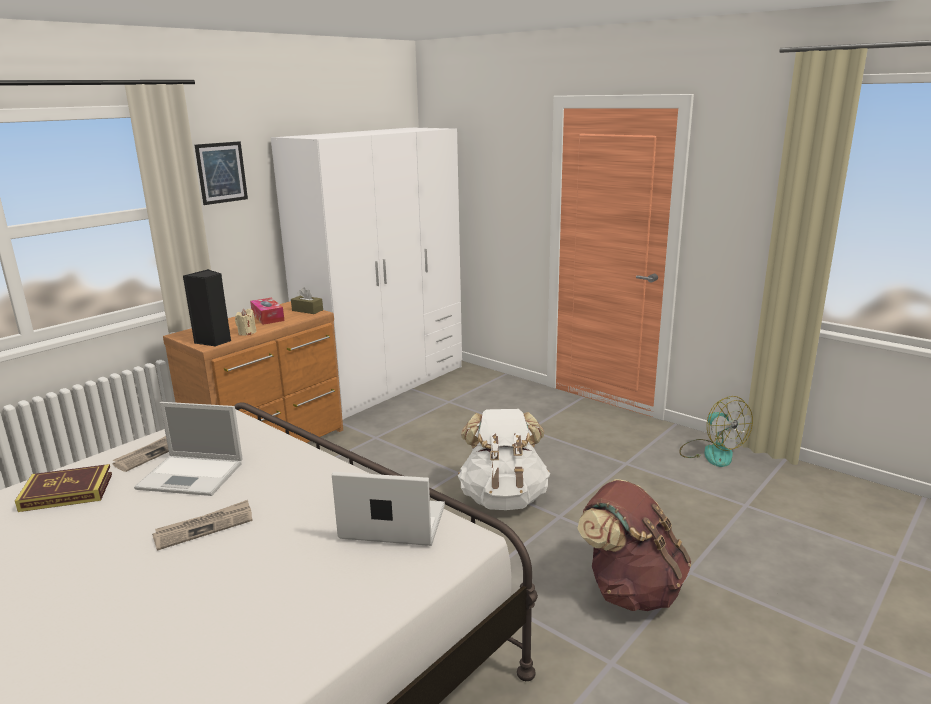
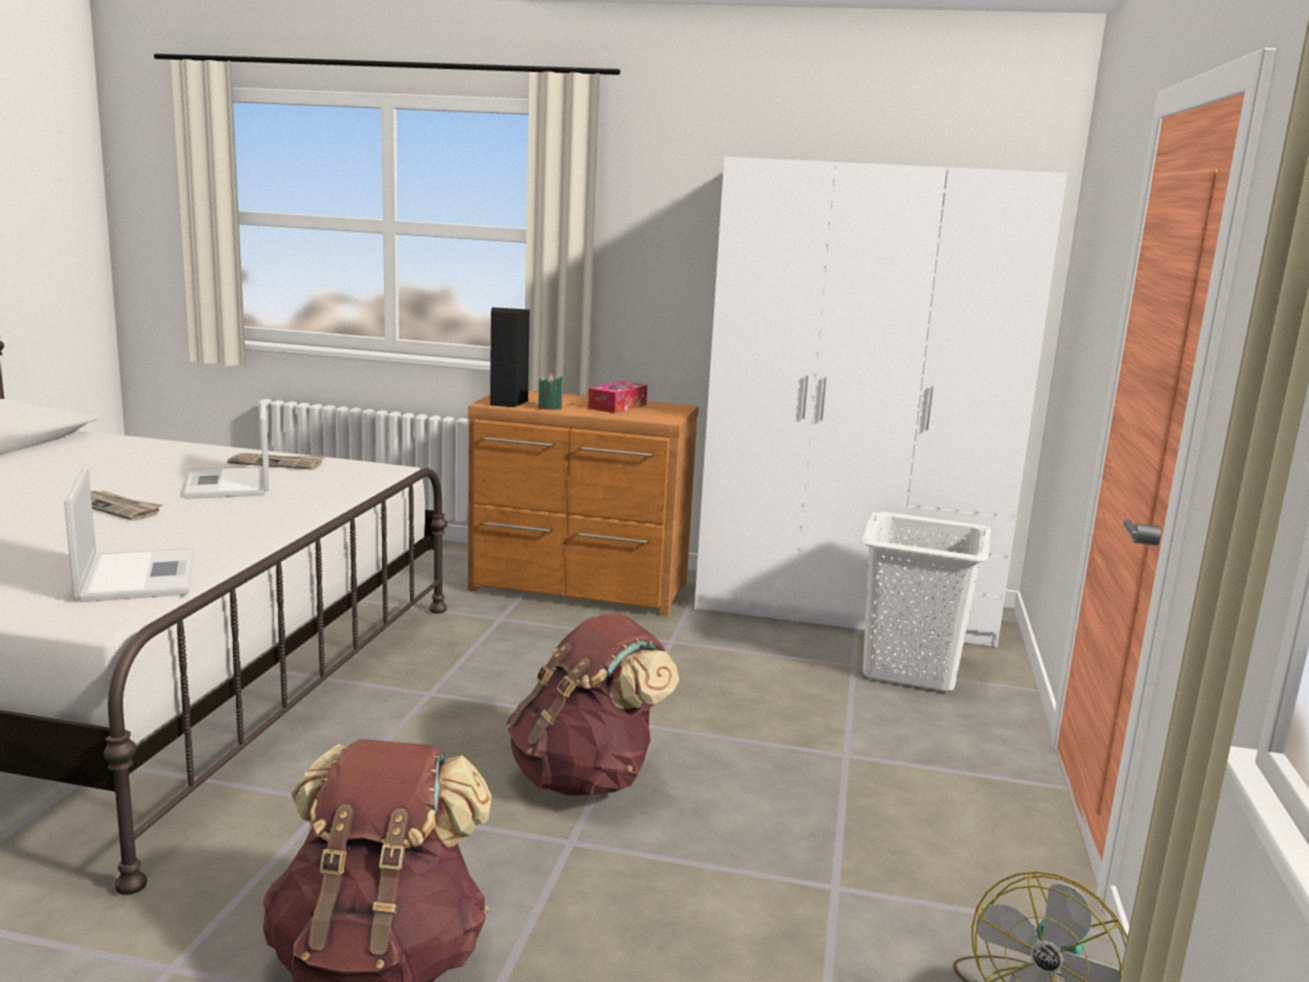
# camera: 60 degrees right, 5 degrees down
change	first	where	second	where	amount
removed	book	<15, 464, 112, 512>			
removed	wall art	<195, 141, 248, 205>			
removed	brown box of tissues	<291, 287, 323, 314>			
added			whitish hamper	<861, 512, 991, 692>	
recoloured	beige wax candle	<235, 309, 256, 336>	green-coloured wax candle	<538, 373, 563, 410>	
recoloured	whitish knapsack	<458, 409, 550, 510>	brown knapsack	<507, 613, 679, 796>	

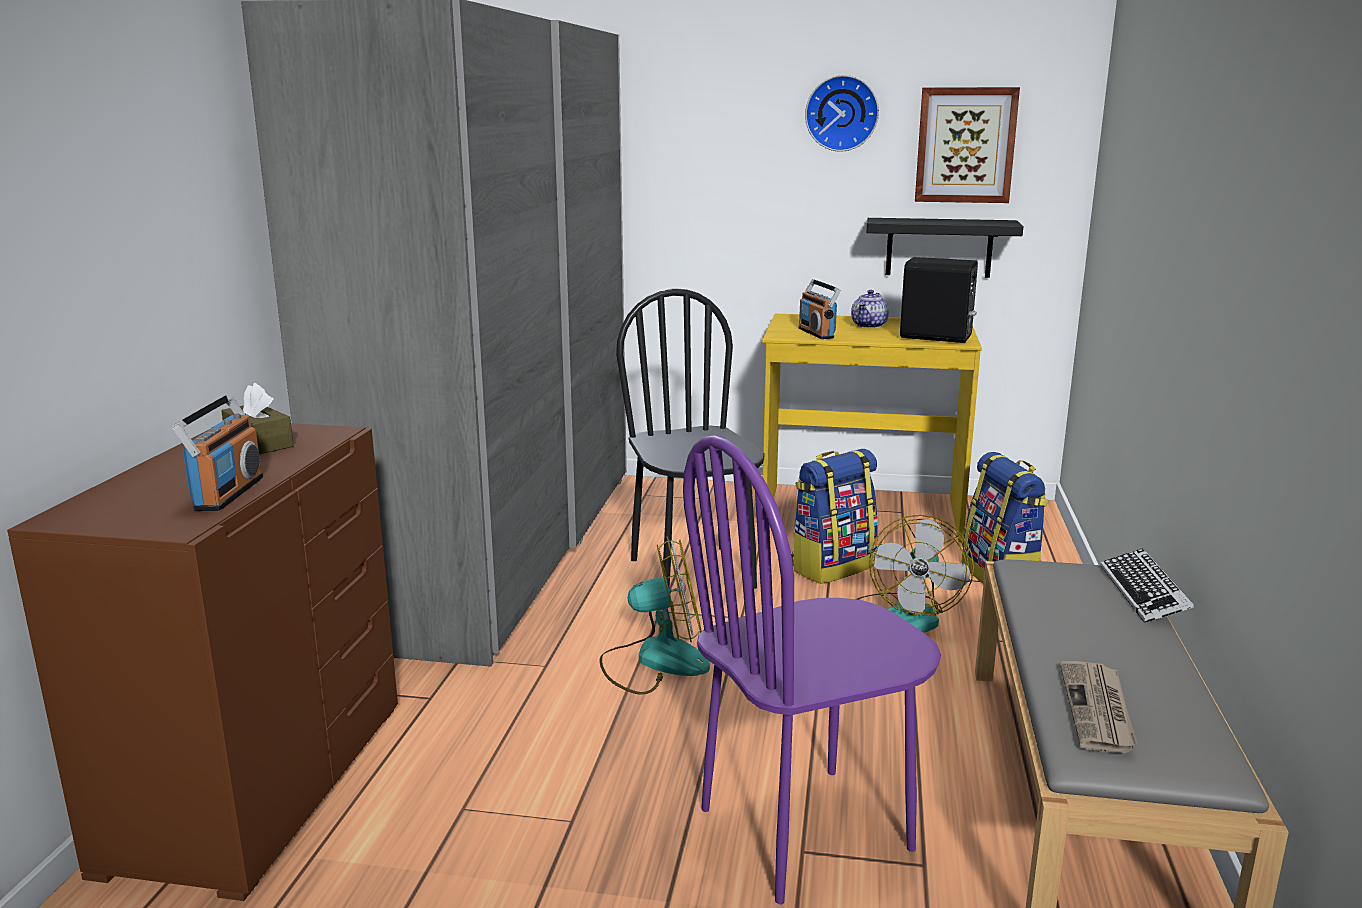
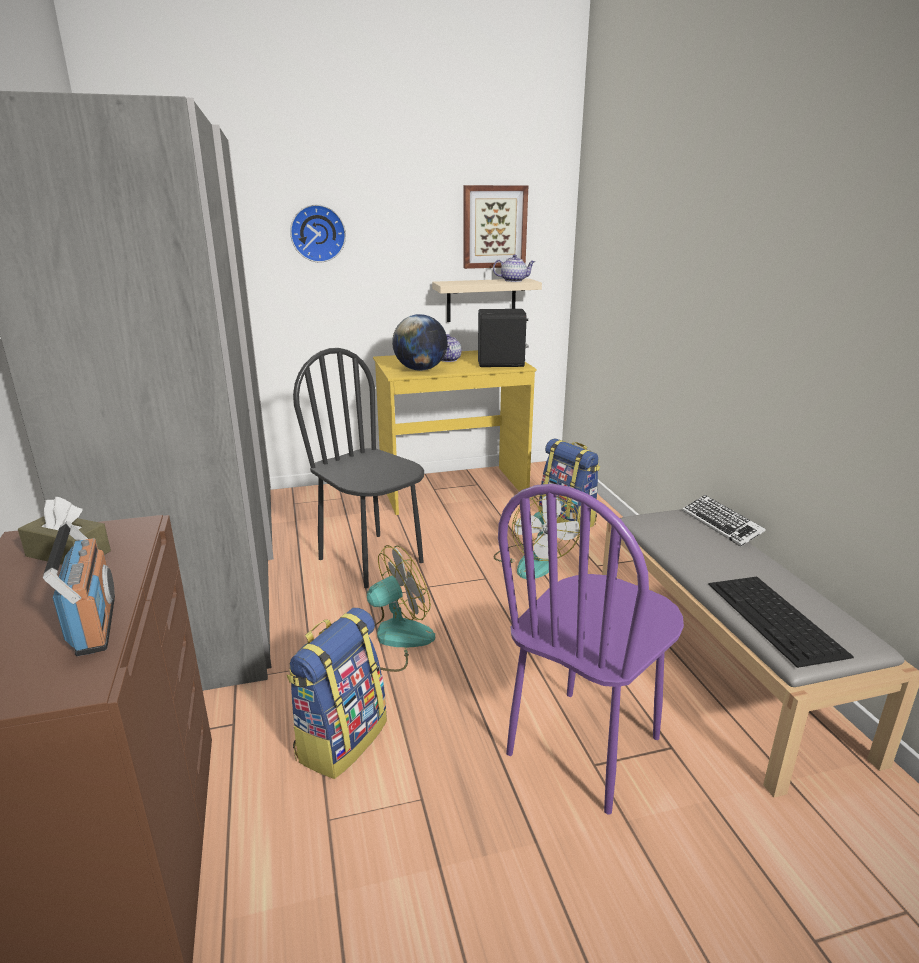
# camera: 25 degrees left, 5 degrees up
change	first	where	second	where	amount
added			teapot	<493, 254, 536, 282>	
moved	knapsack	<791, 449, 878, 584>		<287, 608, 387, 779>	
moved	wall clock	<805, 75, 879, 152>		<290, 204, 346, 263>	
replaced	radio	<799, 279, 841, 339>	globe	<392, 314, 448, 371>	
replaced	daily paper	<1060, 661, 1138, 753>	PC keyboard	<708, 577, 854, 668>	
recoloured	black wall shelf	<866, 218, 1023, 278>	beige wall shelf	<432, 278, 542, 322>	

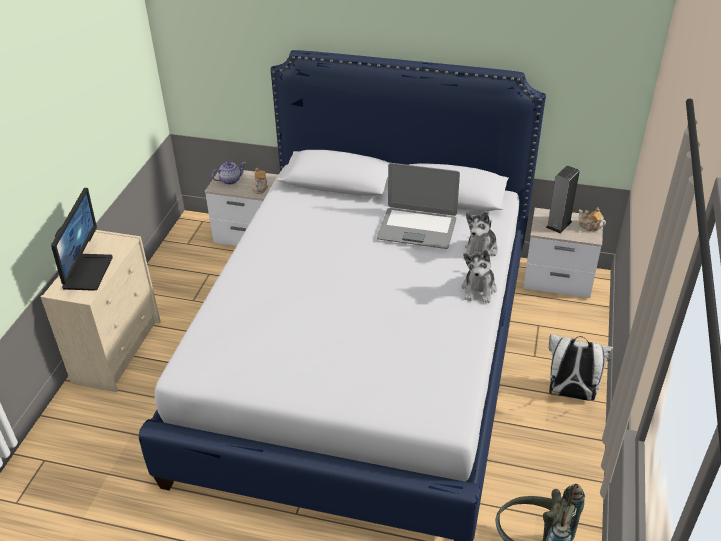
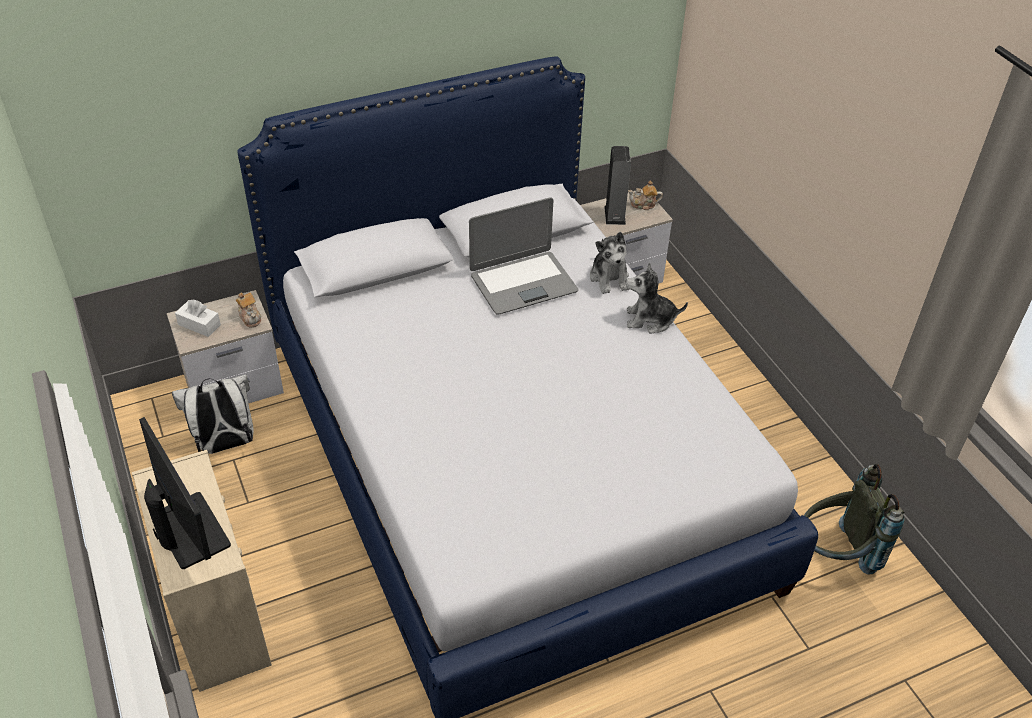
# camera: 40 degrees left, 5 degrees up
change	first	where	second	where	amount
moved	whitish knapsack	<549, 334, 613, 400>		<172, 374, 254, 454>	
replaced	teapot	<212, 162, 246, 185>	whitish box of tissues	<175, 299, 221, 337>	
turned	soft toy	<462, 250, 497, 303>		<626, 263, 688, 334>	120 degrees clockwise

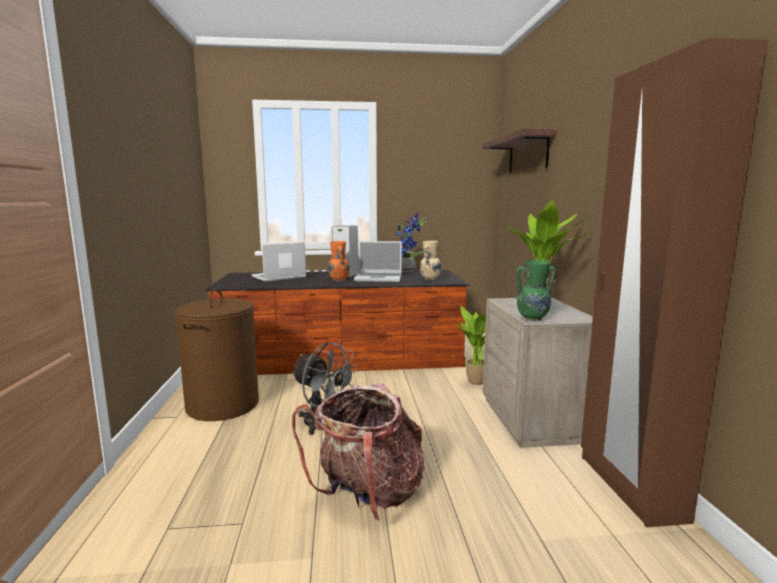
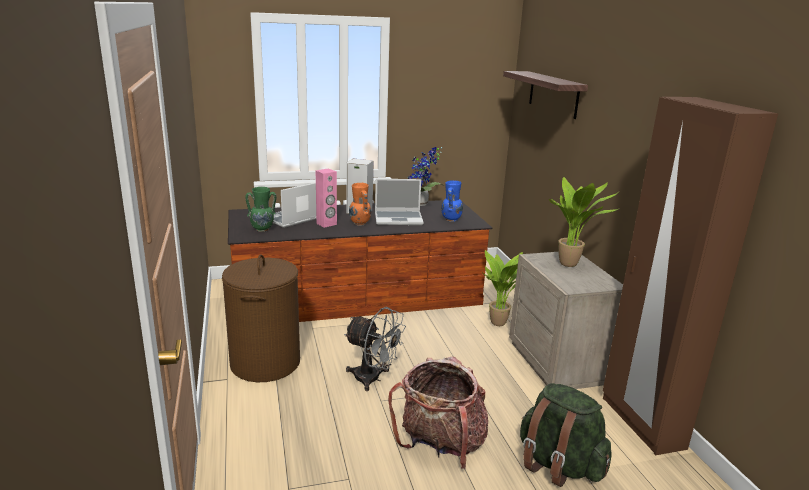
# camera: 10 degrees left, 10 degrees up
change	first	where	second	where	amount
added			pink-coloured speaker	<316, 169, 337, 228>	
added			green-coloured knapsack	<520, 383, 612, 487>	
moved	green-coloured decorative vase	<515, 260, 556, 321>		<245, 187, 276, 232>	
recoloured	beige decorative vase	<420, 241, 441, 280>	blue-coloured decorative vase	<441, 180, 463, 222>	

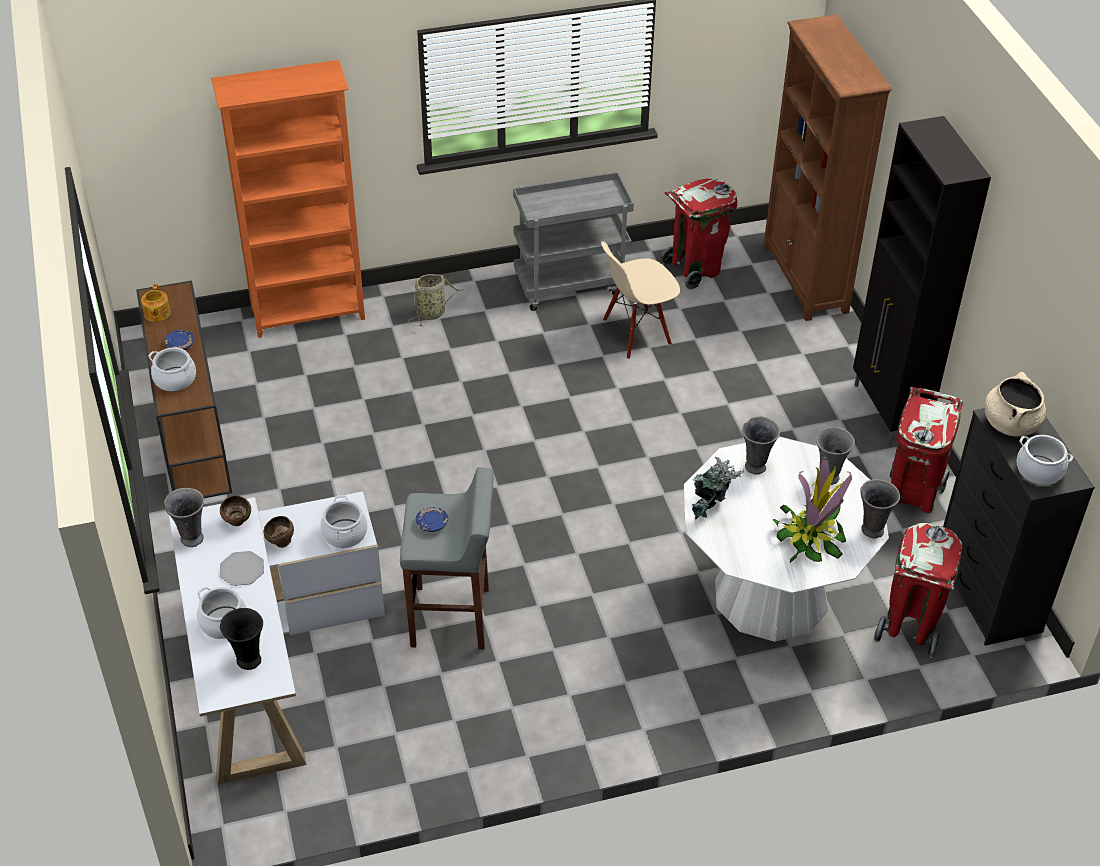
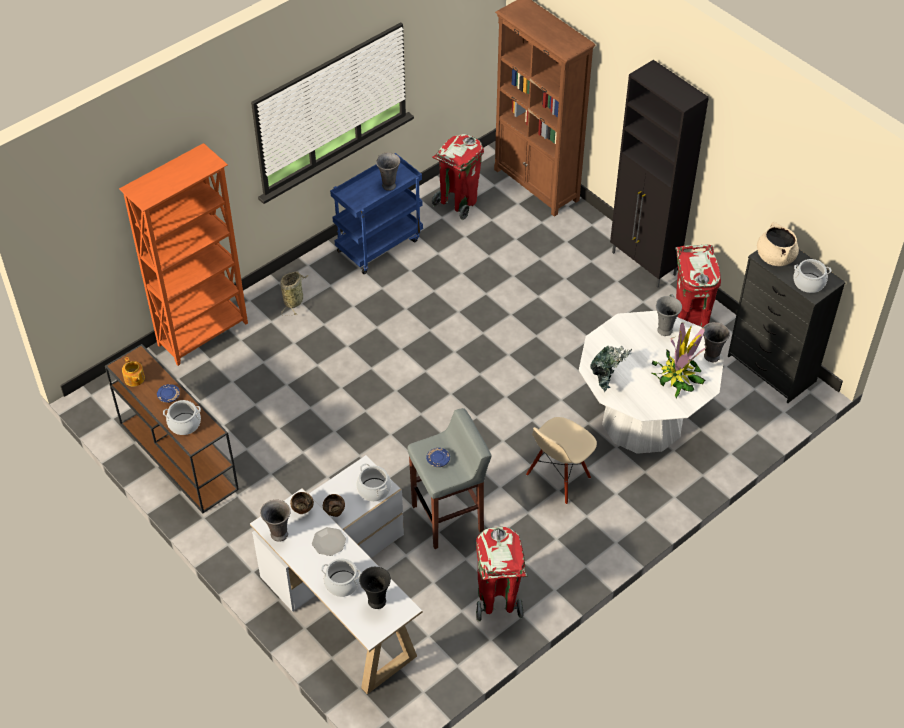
# camera: 25 degrees left, 5 degrees up
change	first	where	second	where	amount
moved	beige upright chair	<601, 241, 680, 359>		<526, 417, 597, 504>	
moved	greyish decorative vase	<742, 416, 780, 475>		<376, 152, 400, 191>	
moved	reddish rubbish bin	<874, 523, 962, 658>		<476, 527, 528, 622>	
recoloured	greyish wheeled cart	<513, 172, 634, 311>	blue-coloured wheeled cart	<330, 153, 423, 274>	

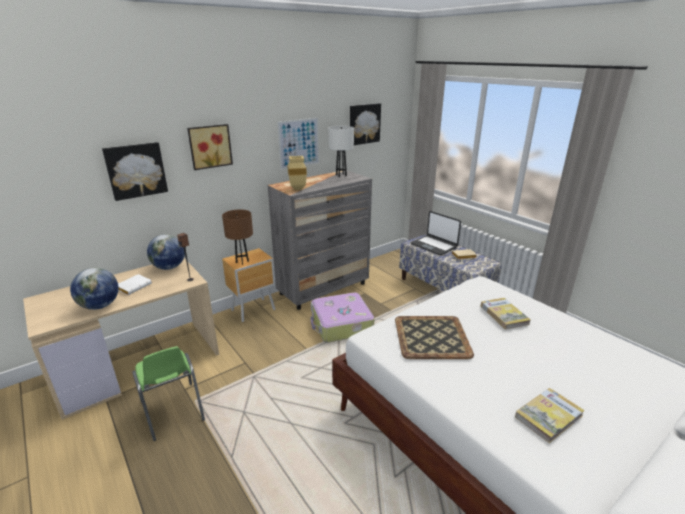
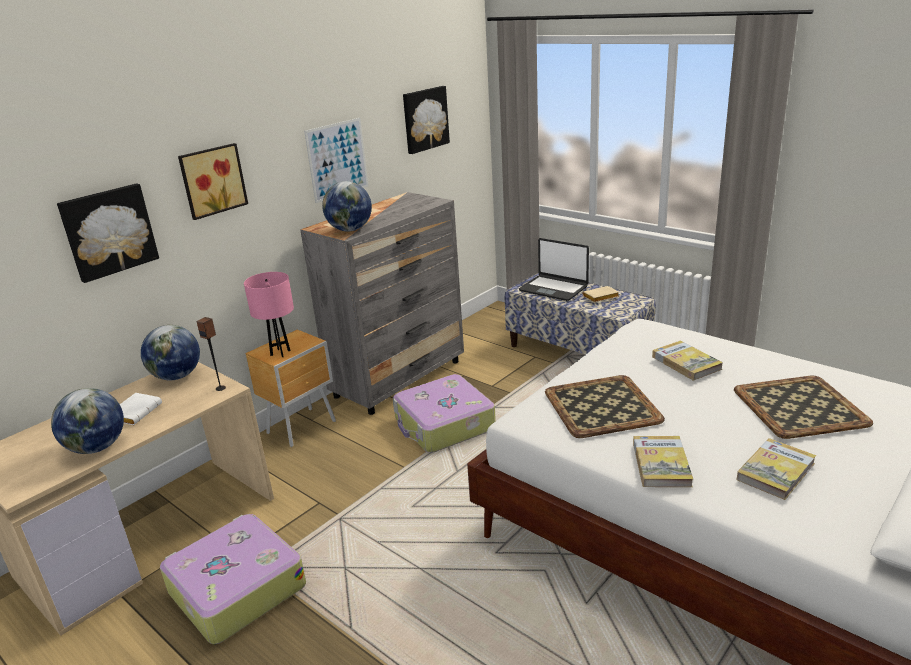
# camera: 10 degrees left, 0 degrees up
change	first	where	second	where	amount
removed	whitish lamp for a table	<328, 126, 354, 177>			
added			book	<633, 436, 693, 487>	
added			serving tray	<734, 376, 873, 439>	
replaced	green-coloured upright chair	<132, 346, 205, 441>	suitcase	<160, 514, 306, 644>	
replaced	beige decorative vase	<287, 156, 307, 190>	globe	<322, 181, 372, 231>	
recoloured	brown lamp for a table	<222, 209, 253, 265>	pink-coloured lamp for a table	<244, 272, 294, 357>	

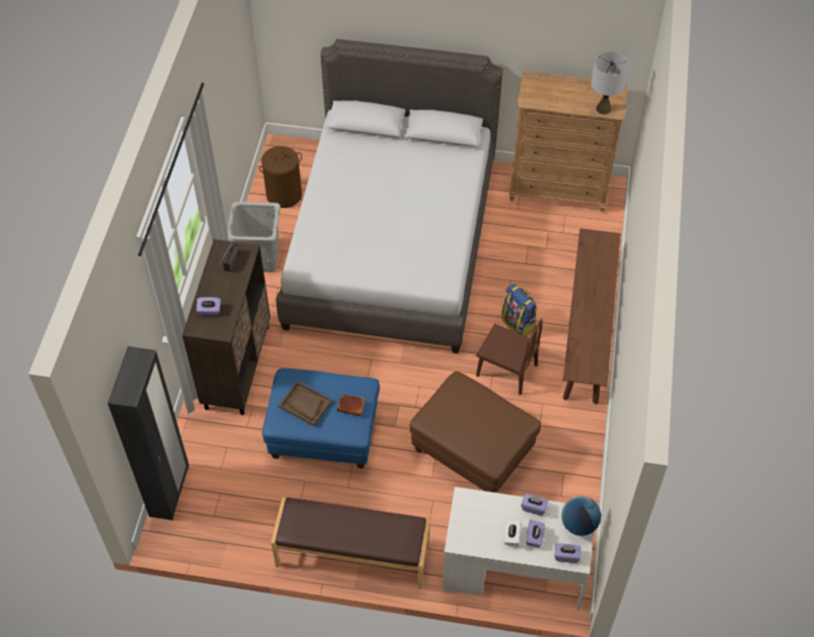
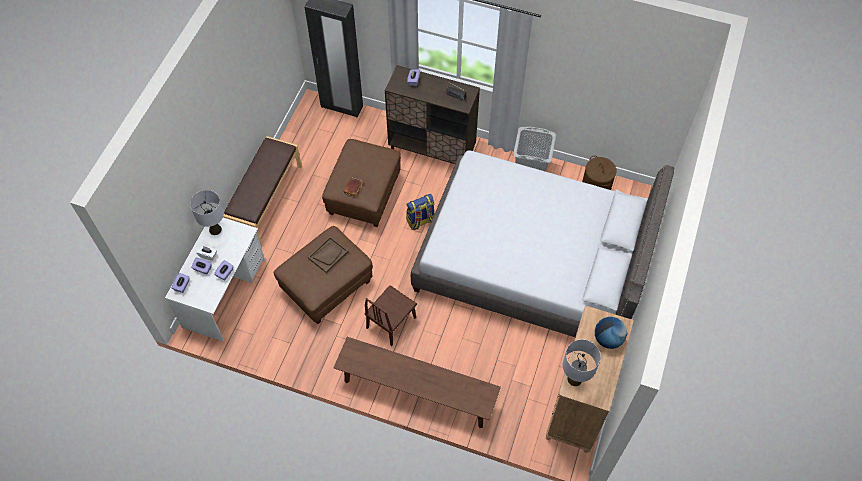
# camera: 100 degrees right, 5 degrees up
change	first	where	second	where	amount
added			greyish lamp for a table	<190, 190, 224, 235>	
moved	brown serving tray	<278, 381, 333, 426>		<308, 236, 349, 273>	
moved	knapsack	<501, 284, 537, 336>		<406, 194, 434, 230>	
moved	globe	<561, 496, 601, 536>		<595, 317, 628, 349>	
recoloured	blue-coloured pouffe	<262, 368, 380, 469>	brown pouffe	<322, 139, 401, 227>	

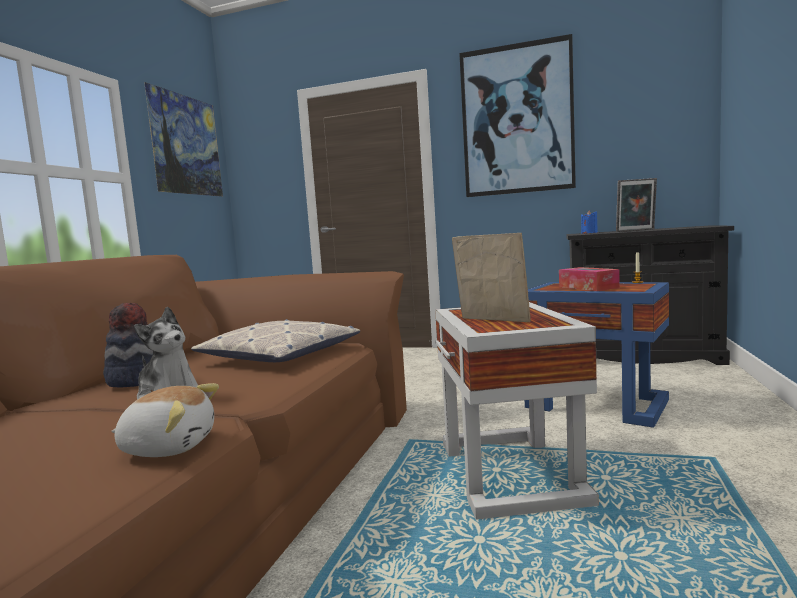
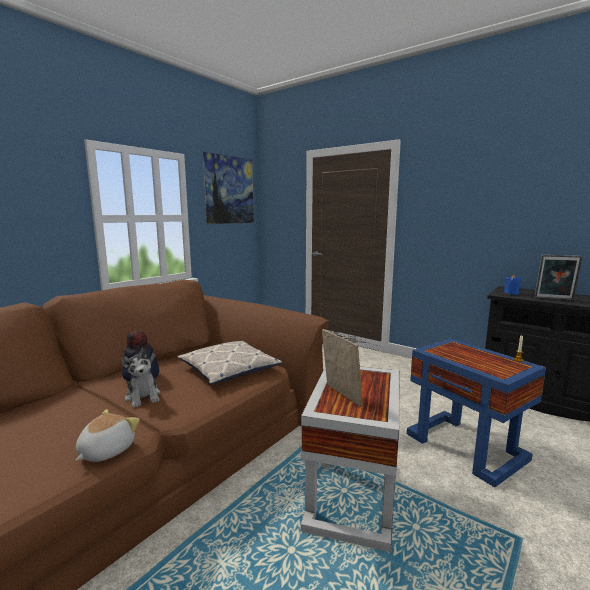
# camera: 20 degrees right, 5 degrees up
change	first	where	second	where	amount
removed	wall art	<459, 34, 576, 197>			
removed	box of tissues	<559, 267, 620, 291>			
turned	soft toy	<111, 383, 219, 457>		<75, 409, 140, 462>	90 degrees counterclockwise

